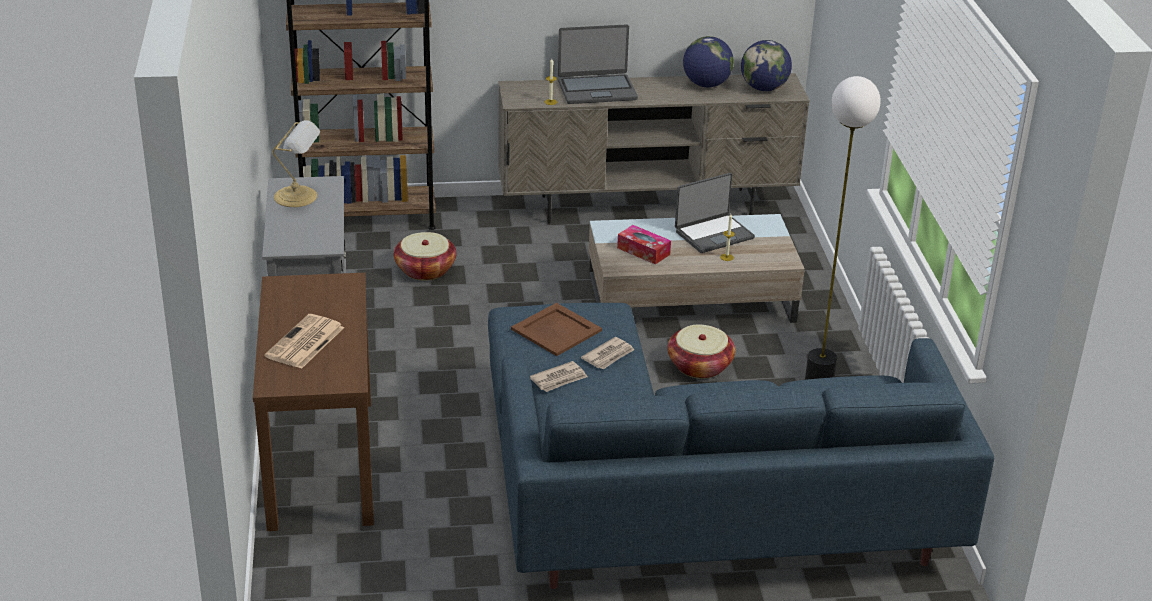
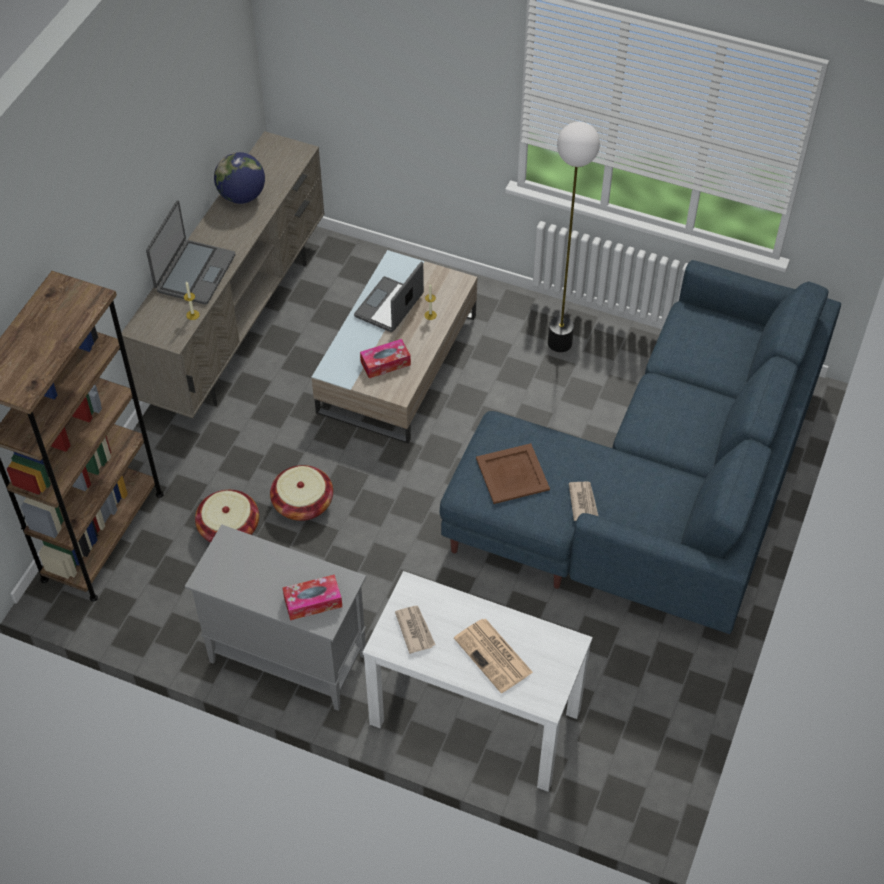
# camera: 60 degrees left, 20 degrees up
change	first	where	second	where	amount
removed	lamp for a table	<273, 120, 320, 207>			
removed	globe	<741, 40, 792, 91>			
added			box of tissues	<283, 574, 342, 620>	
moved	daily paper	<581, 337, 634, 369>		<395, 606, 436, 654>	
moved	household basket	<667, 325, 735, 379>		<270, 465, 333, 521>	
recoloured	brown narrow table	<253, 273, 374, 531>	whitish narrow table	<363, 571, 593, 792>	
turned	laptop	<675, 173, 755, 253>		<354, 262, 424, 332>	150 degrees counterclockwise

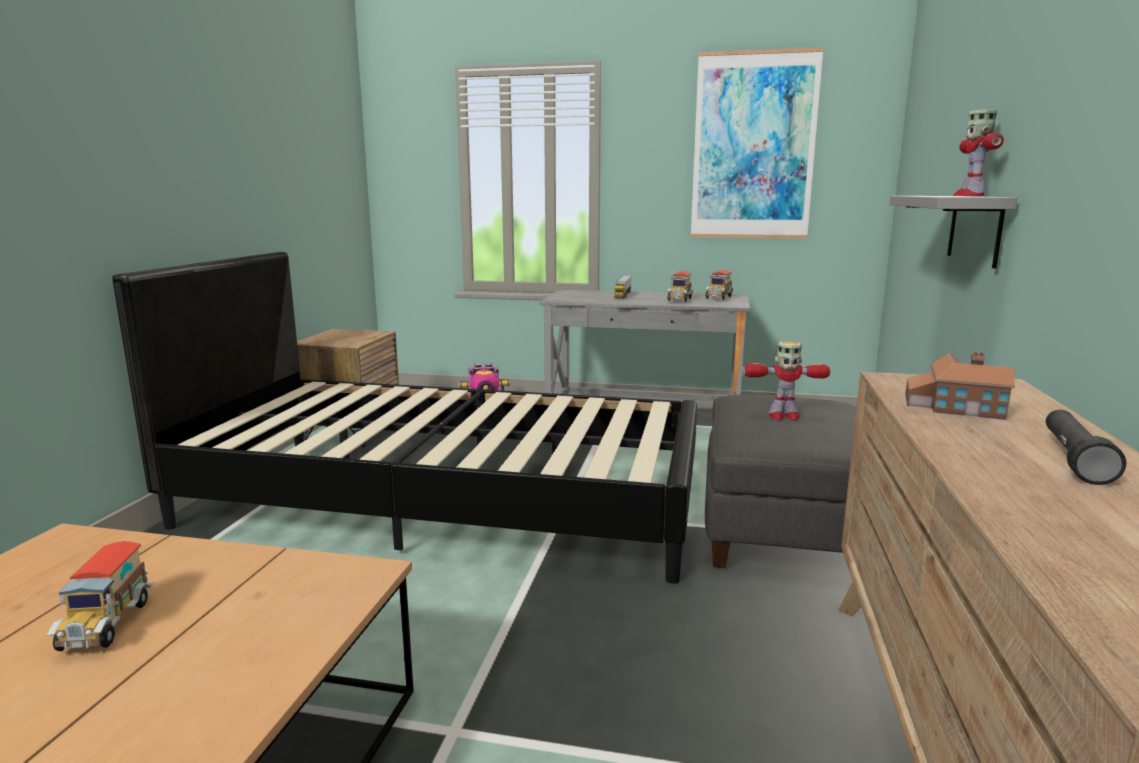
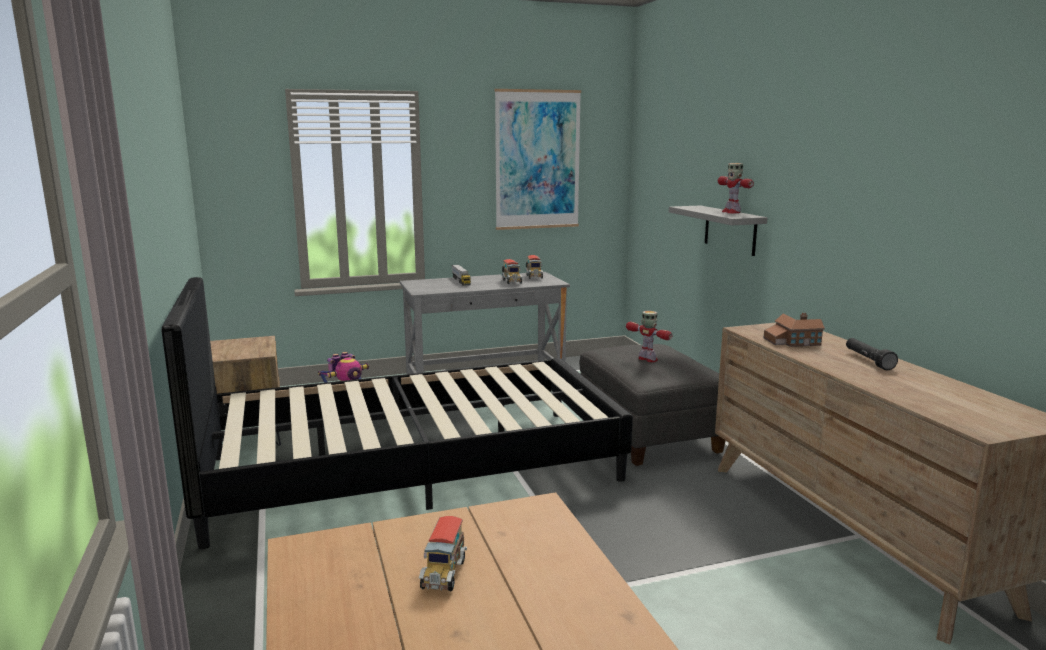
# camera: 30 degrees left, 0 degrees up
change	first	where	second	where	amount
turned	toy lorry	<47, 541, 153, 651>		<419, 516, 467, 592>	45 degrees clockwise
turned	model robot	<744, 341, 830, 420>		<626, 311, 672, 362>	105 degrees counterclockwise

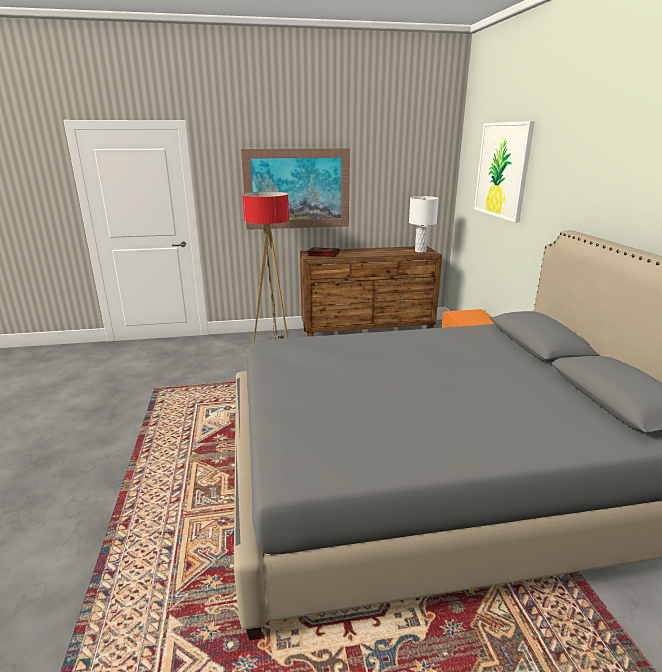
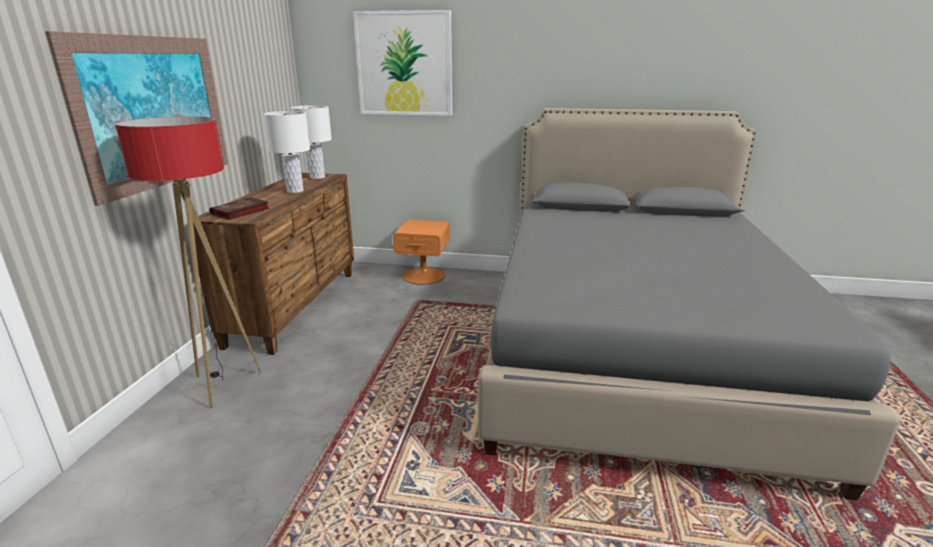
# camera: 70 degrees left, 0 degrees up
change	first	where	second	where	amount
added			whitish lamp for a table	<263, 111, 310, 193>	

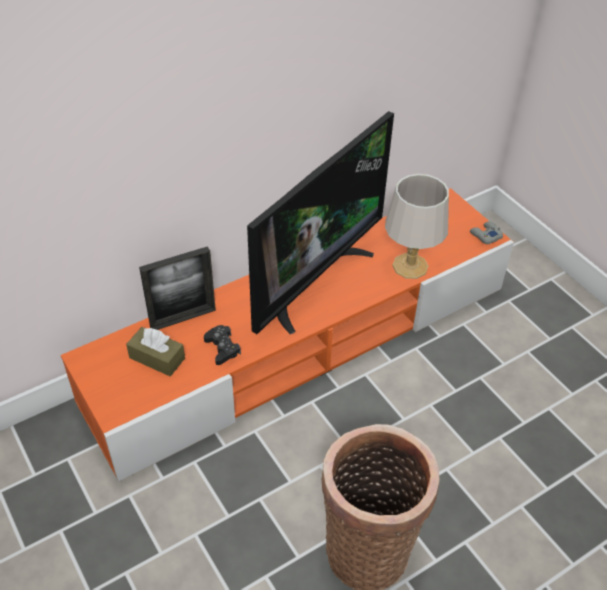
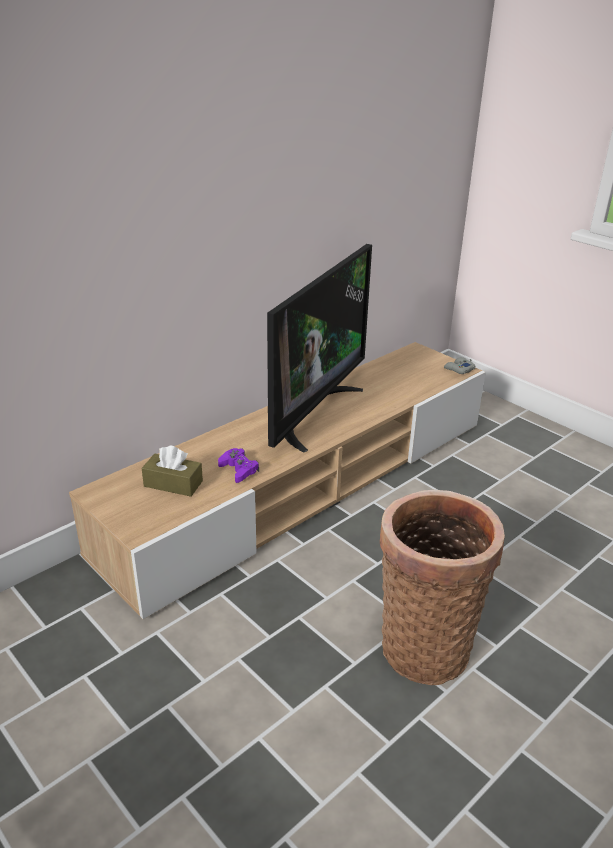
# camera: 10 degrees left, 15 degrees down
change	first	where	second	where	amount
removed	standing frame	<139, 246, 216, 330>			
removed	greyish lamp for a table	<385, 174, 449, 279>			
recoloured	orange-coloured tv stand	<61, 188, 514, 482>	beige tv stand	<69, 342, 486, 619>	
recoloured	black gamepad	<204, 325, 241, 365>	purple gamepad	<218, 448, 259, 483>	

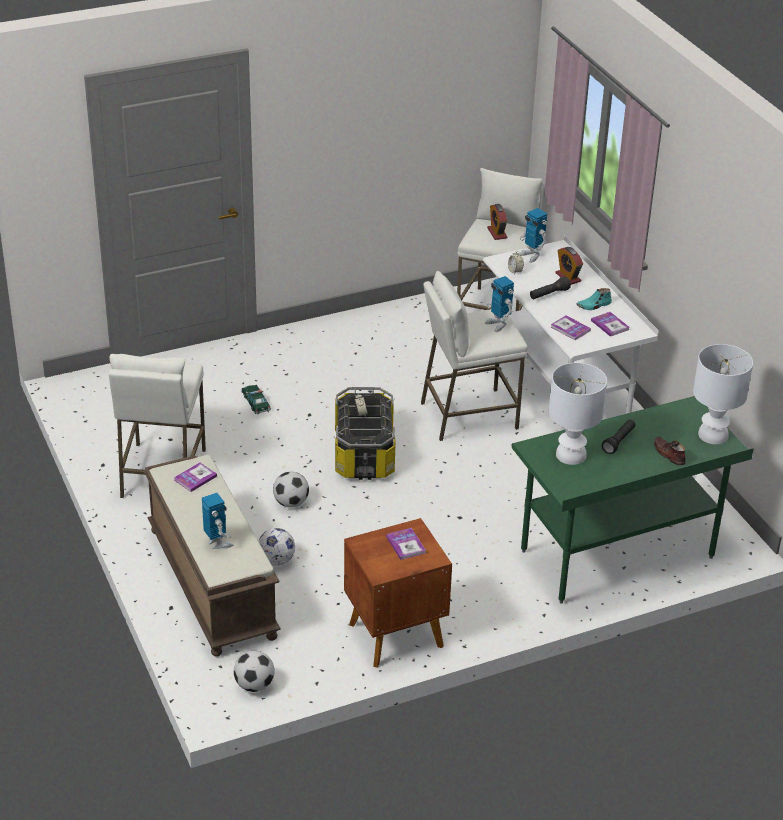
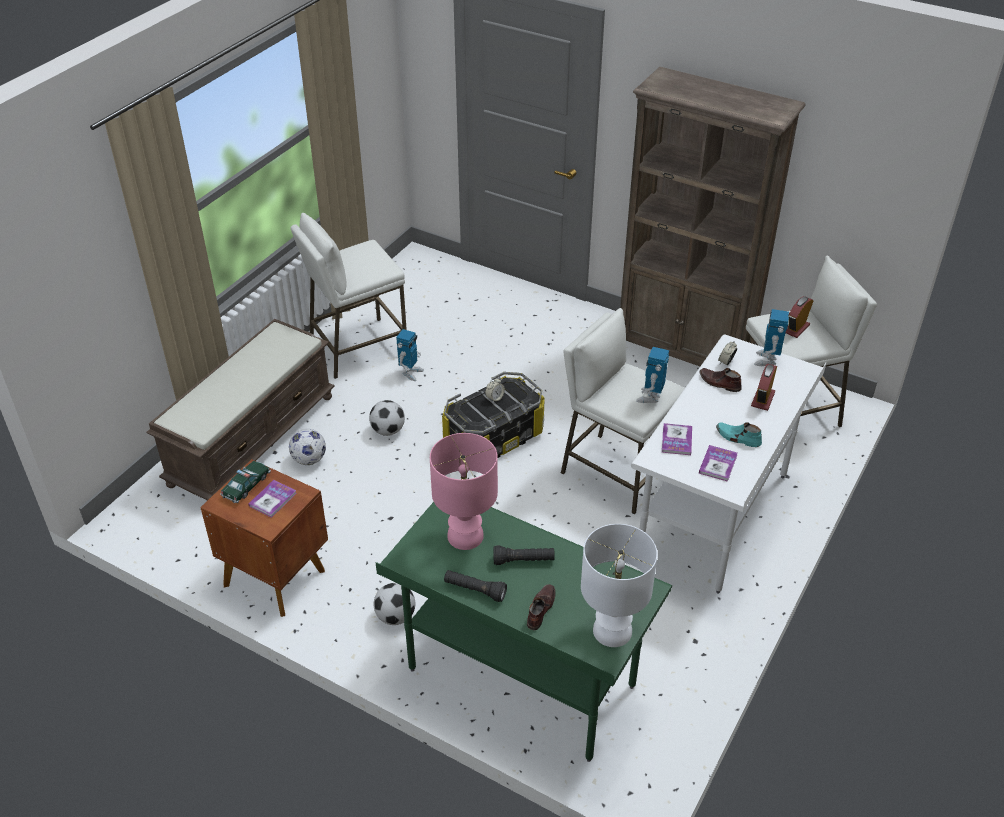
# camera: 55 degrees right, 5 degrees up
change	first	where	second	where	amount
removed	book	<174, 462, 217, 492>			
added			brown bookshelf	<620, 67, 805, 366>	
added			brown low shoe	<699, 368, 742, 392>	
moved	model robot	<202, 493, 234, 549>		<396, 329, 424, 381>	
moved	football ball	<234, 651, 275, 692>		<374, 583, 415, 625>	
moved	model car	<241, 385, 271, 414>		<220, 461, 271, 504>	
moved	black flashlight	<530, 277, 571, 299>		<444, 570, 507, 602>	
recoloured	whitish lamp for a table	<549, 363, 607, 465>	pink-coloured lamp for a table	<430, 433, 498, 550>	

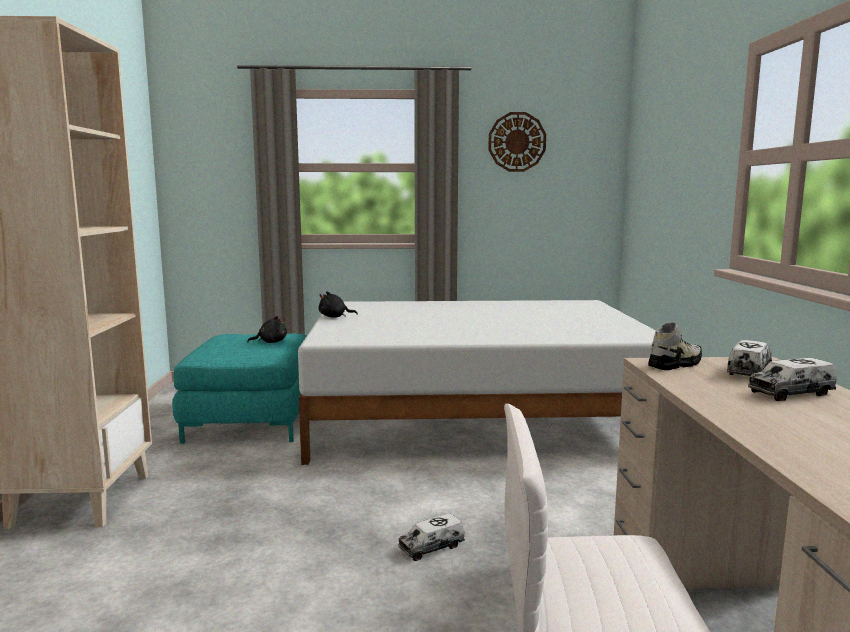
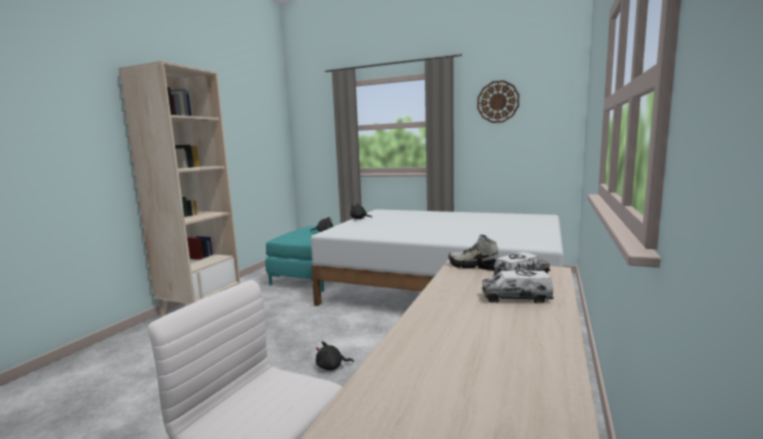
# camera: 25 degrees right, 0 degrees up
change	first	where	second	where	amount
replaced	toy lorry	<398, 513, 465, 561>	black soft toy	<316, 341, 354, 371>	
turned	low shoe	<648, 322, 702, 370>		<449, 235, 499, 270>	150 degrees counterclockwise

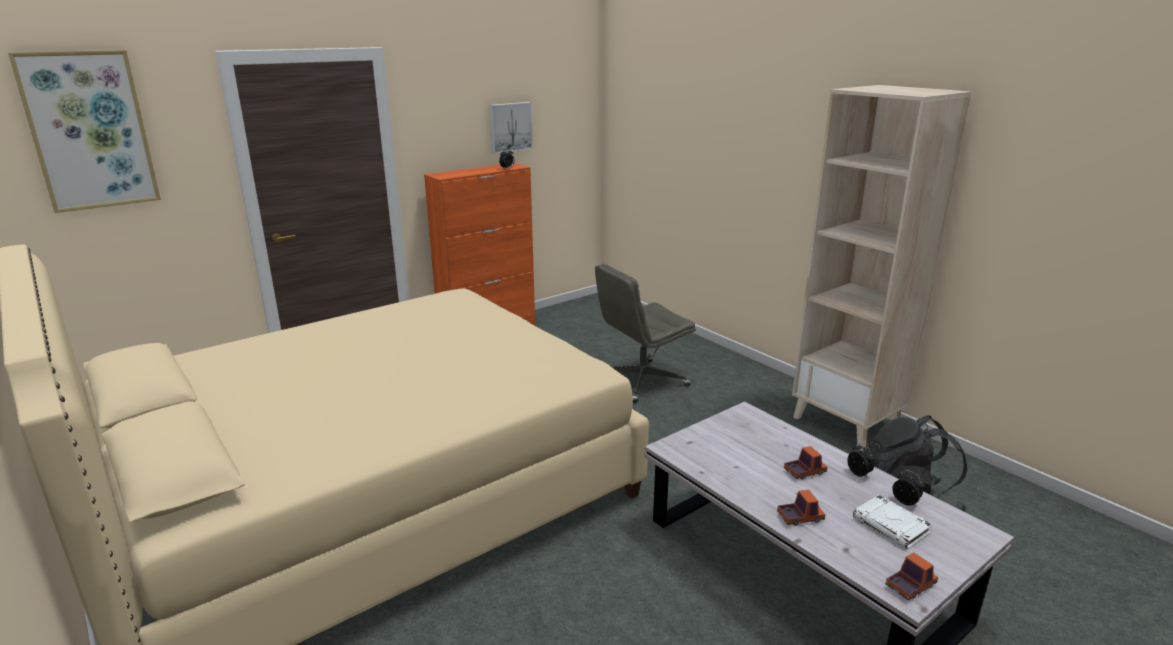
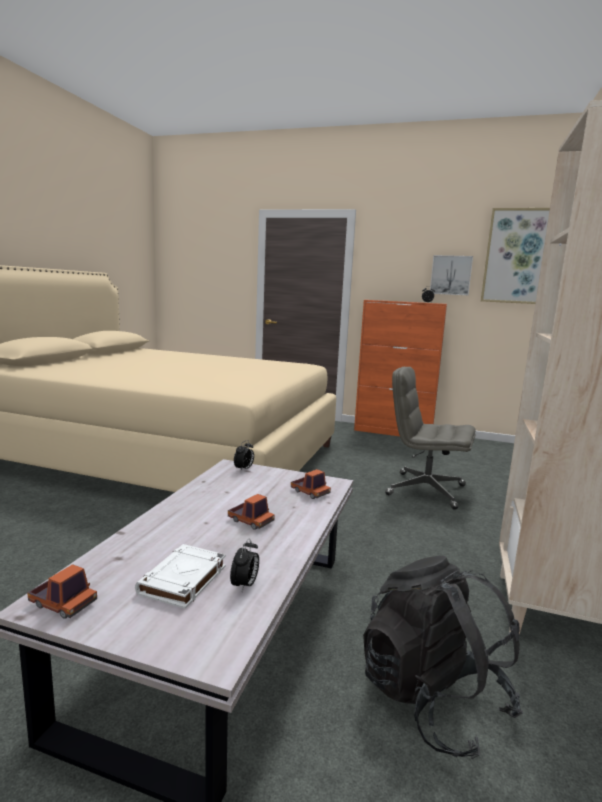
# camera: 55 degrees right, 10 degrees down
change	first	where	second	where	amount
moved	wall art	<8, 50, 161, 213>		<481, 208, 550, 304>	
moved	toy lorry	<777, 490, 826, 526>		<291, 469, 331, 499>	
moved	bedside clock	<847, 443, 875, 478>		<234, 440, 254, 470>	

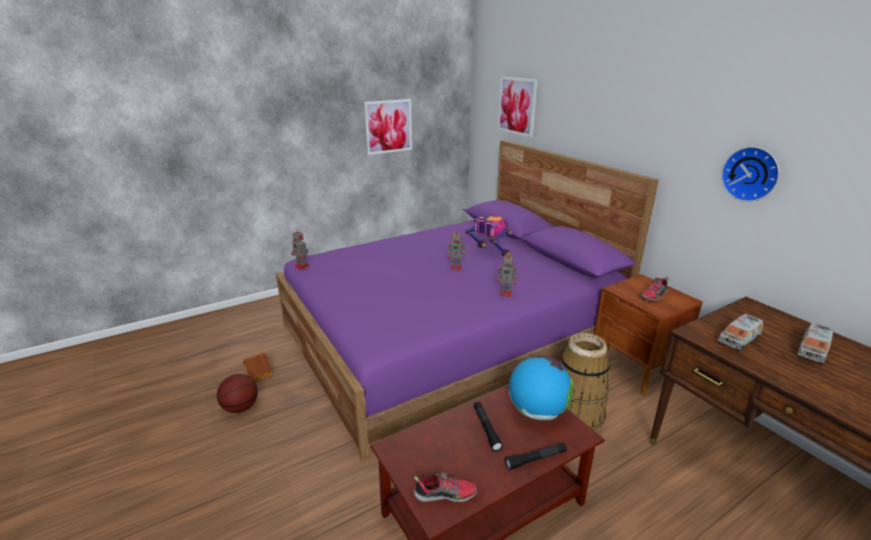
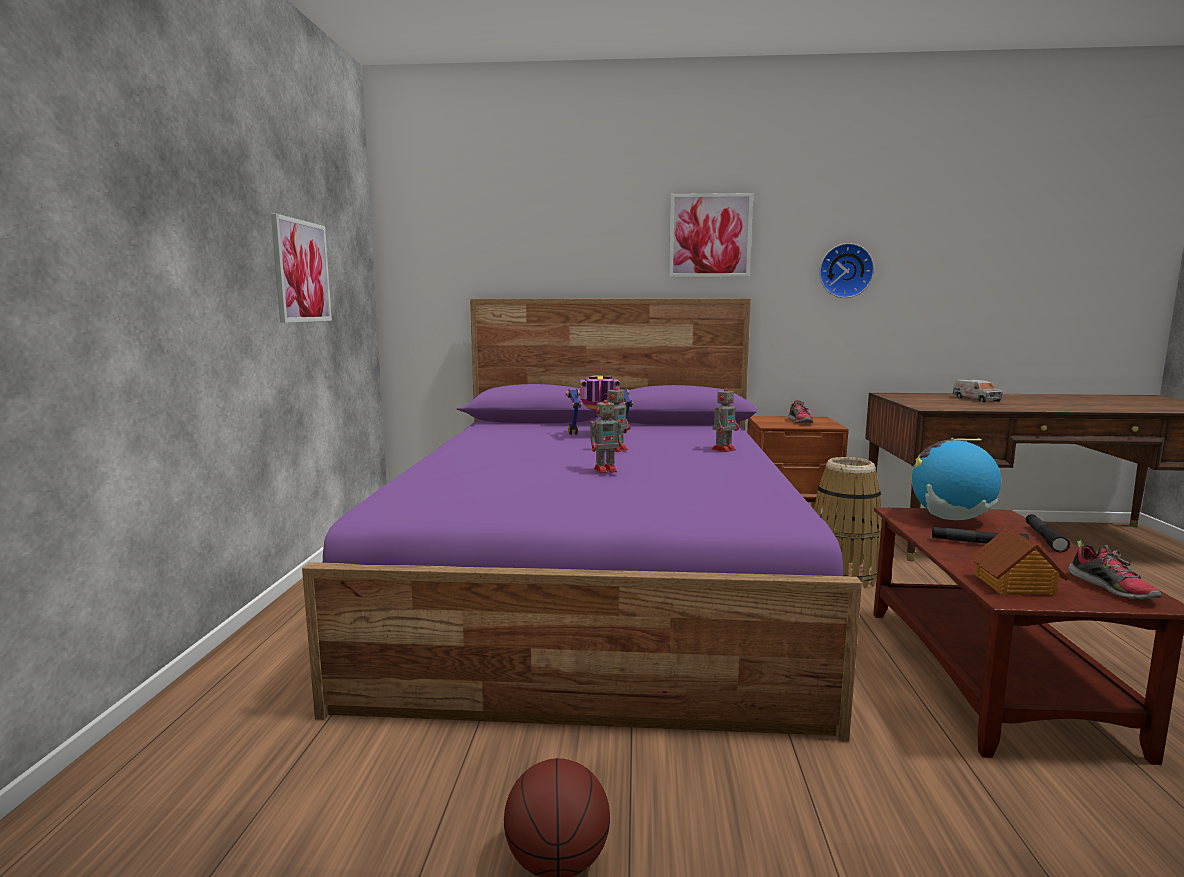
# camera: 55 degrees left, 15 degrees down
change	first	where	second	where	amount
removed	toy lorry	<718, 314, 763, 352>			
moved	model house	<243, 353, 272, 381>		<970, 527, 1069, 596>	
moved	model robot	<291, 228, 309, 270>		<590, 393, 623, 473>	
moved	wall art	<498, 77, 538, 137>		<669, 193, 753, 277>	
turned	low shoe	<414, 472, 477, 502>		<1068, 540, 1162, 600>	135 degrees clockwise

